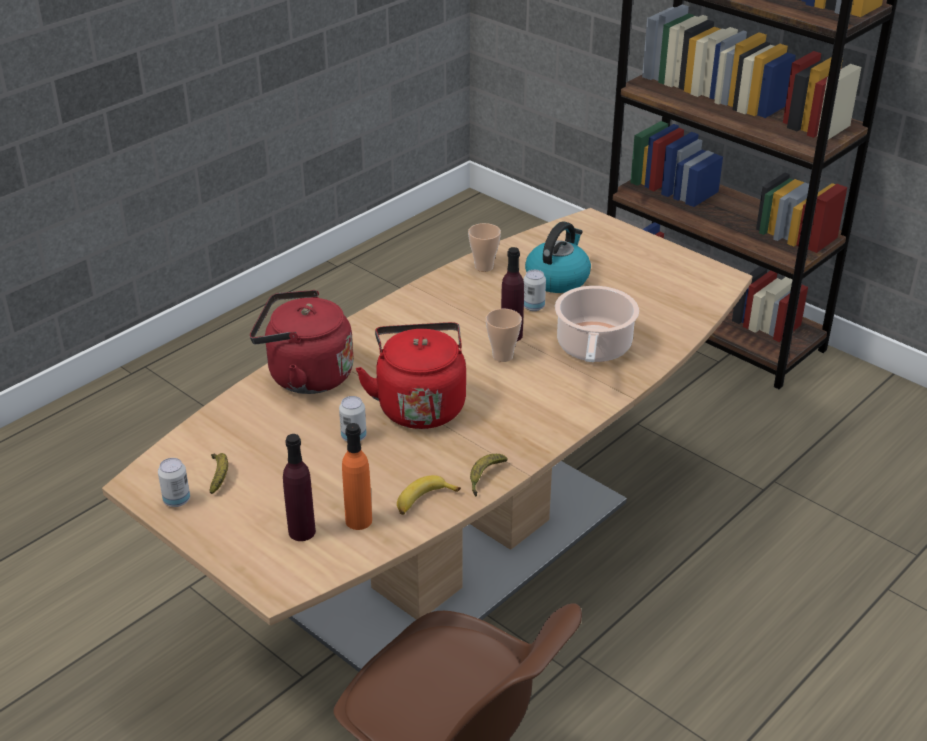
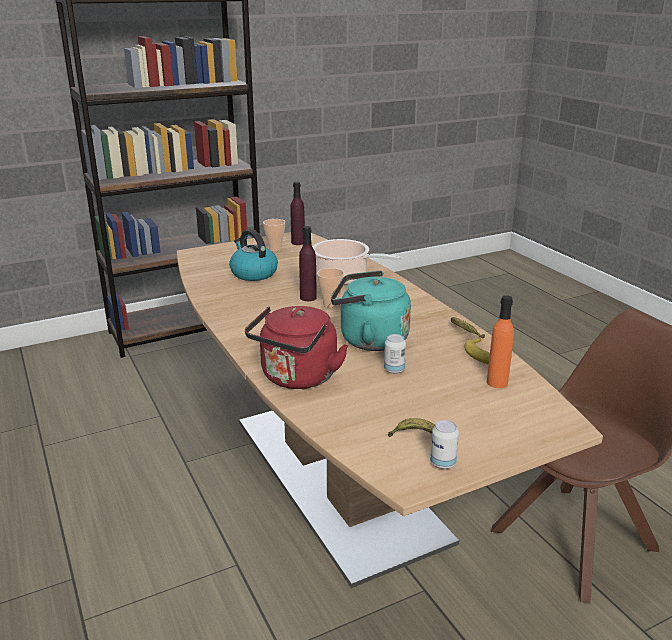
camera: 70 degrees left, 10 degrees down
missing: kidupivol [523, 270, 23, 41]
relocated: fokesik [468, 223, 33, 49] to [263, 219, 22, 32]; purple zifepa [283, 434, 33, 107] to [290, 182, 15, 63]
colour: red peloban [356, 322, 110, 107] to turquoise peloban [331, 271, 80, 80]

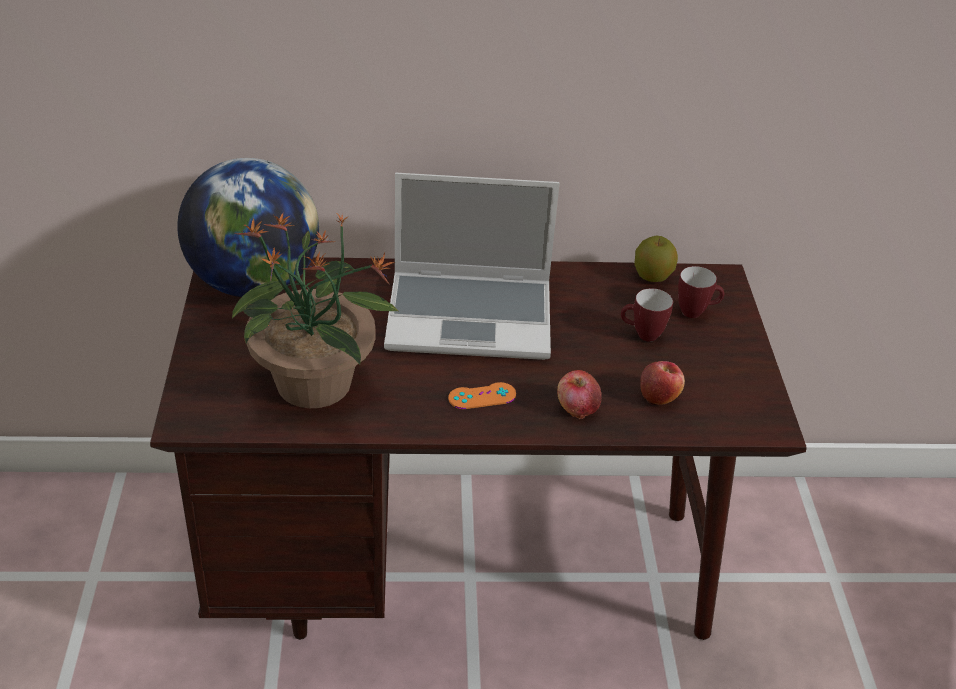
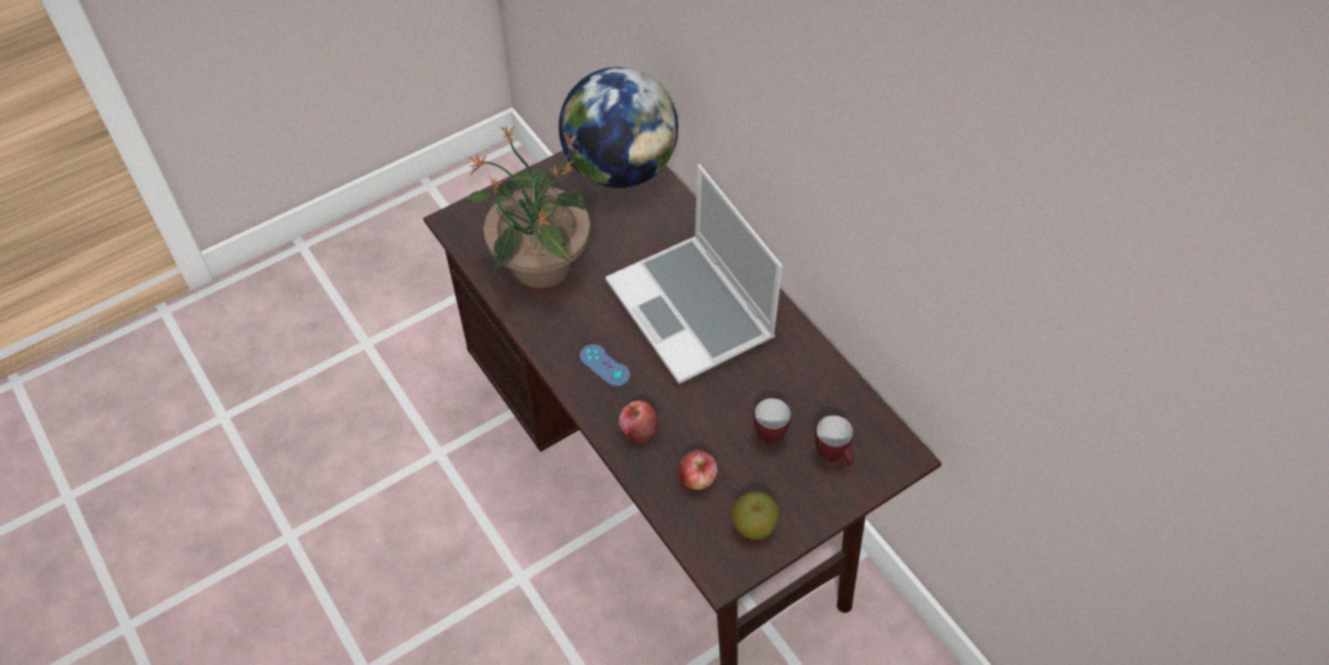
camera: 60 degrees right, 15 degrees up
relocated: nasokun [634, 235, 44, 47] to [732, 491, 47, 48]
colour: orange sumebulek [448, 382, 68, 27] to blue sumebulek [580, 344, 50, 42]

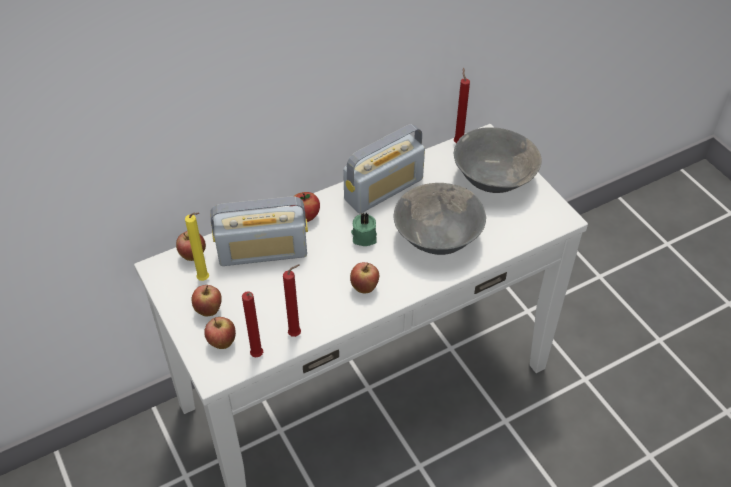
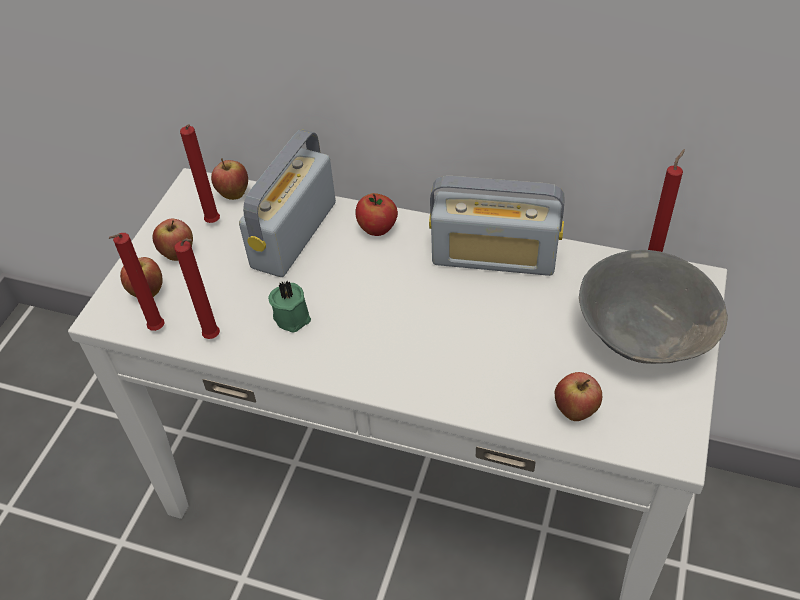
camera: 50 degrees right, 0 degrees up
missing: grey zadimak [394, 183, 92, 72]
relocated: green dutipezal [351, 213, 26, 33] to [268, 280, 43, 53]; nasokun [350, 262, 29, 31] to [554, 372, 48, 49]
colour: yellow dutipezal [185, 213, 24, 68] to red dutipezal [180, 124, 40, 99]
spun: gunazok [211, 197, 97, 69] = [239, 129, 97, 148] 75 degrees clockwise

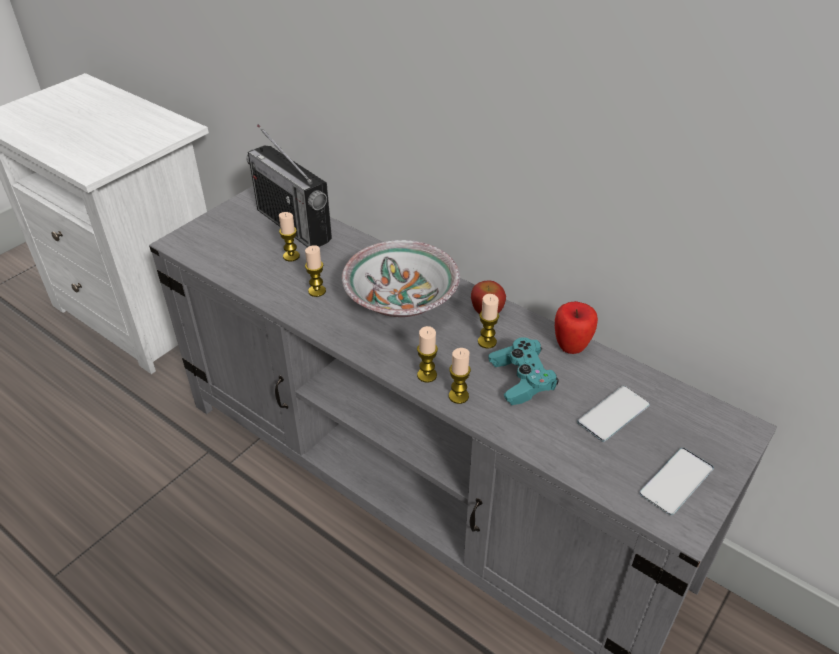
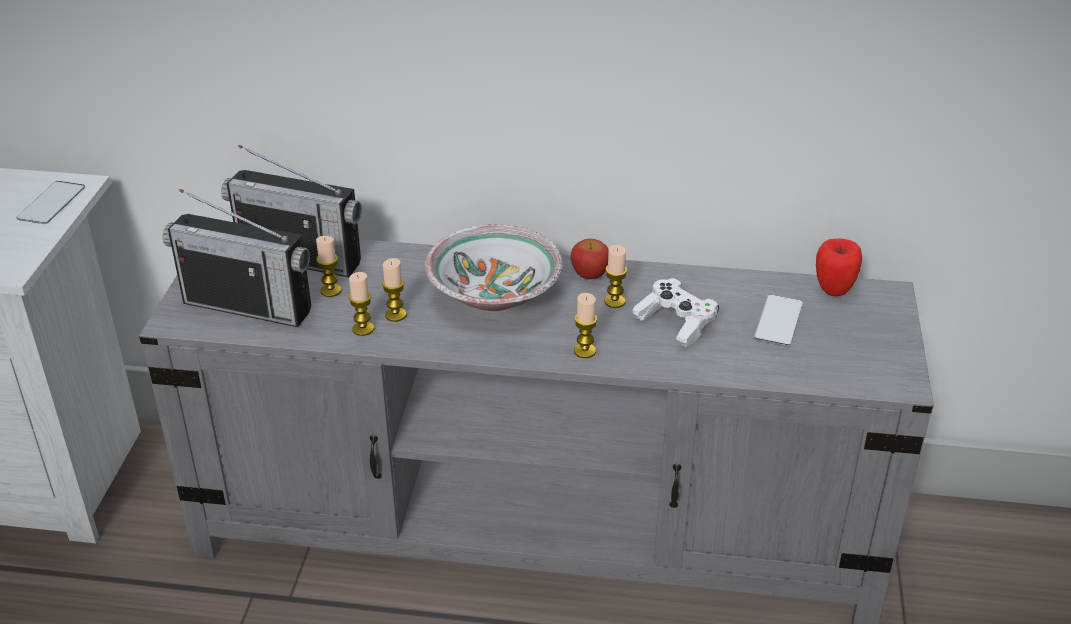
camera: 30 degrees left, 5 degrees down
appeared: gunazok [163, 189, 148, 138]
relocated: nasokun [555, 301, 43, 53] to [816, 238, 46, 58]; dutipezal [449, 348, 22, 56] to [349, 272, 25, 64]; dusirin [639, 448, 75, 68] to [16, 181, 69, 43]
colour: turquoise sumebulek [488, 337, 71, 68] to white sumebulek [632, 278, 87, 69]

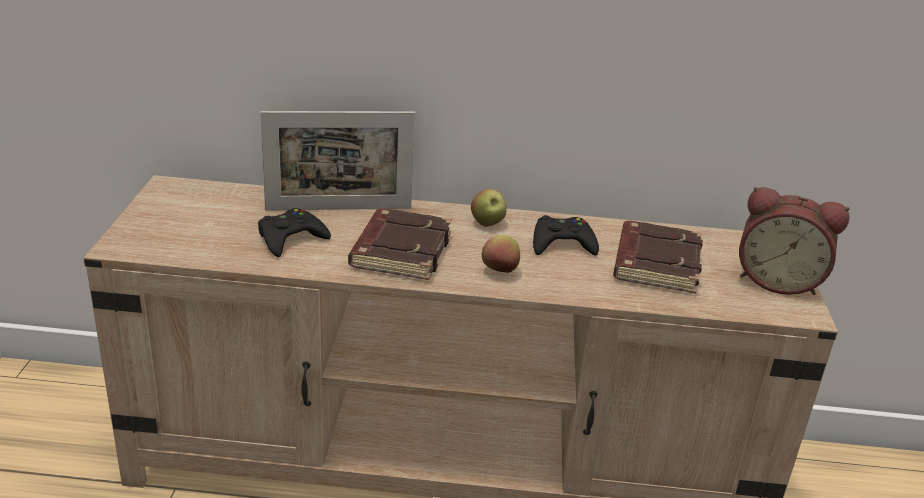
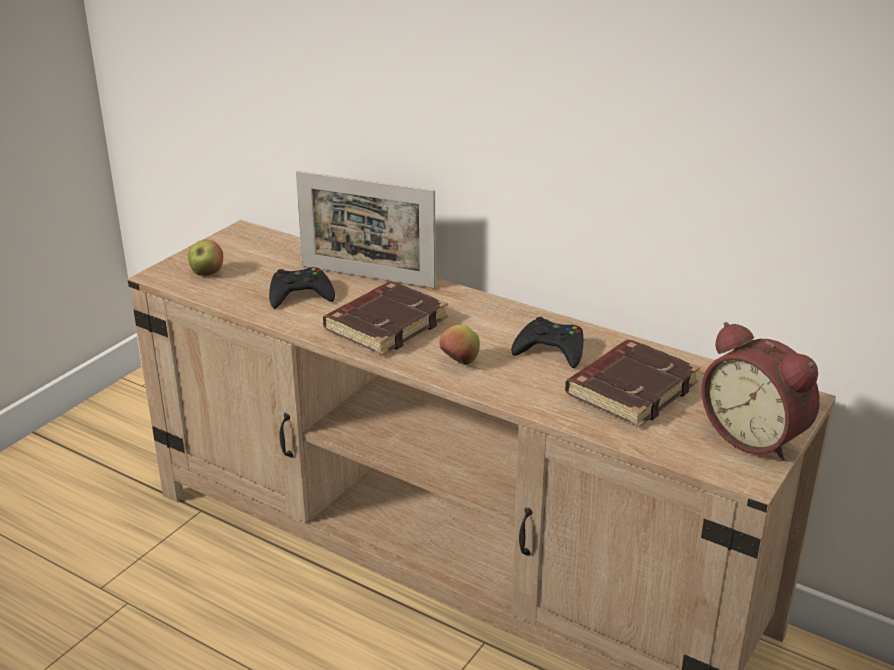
camera: 30 degrees right, 0 degrees up
relocated: nasokun [471, 189, 36, 38] to [188, 240, 35, 36]

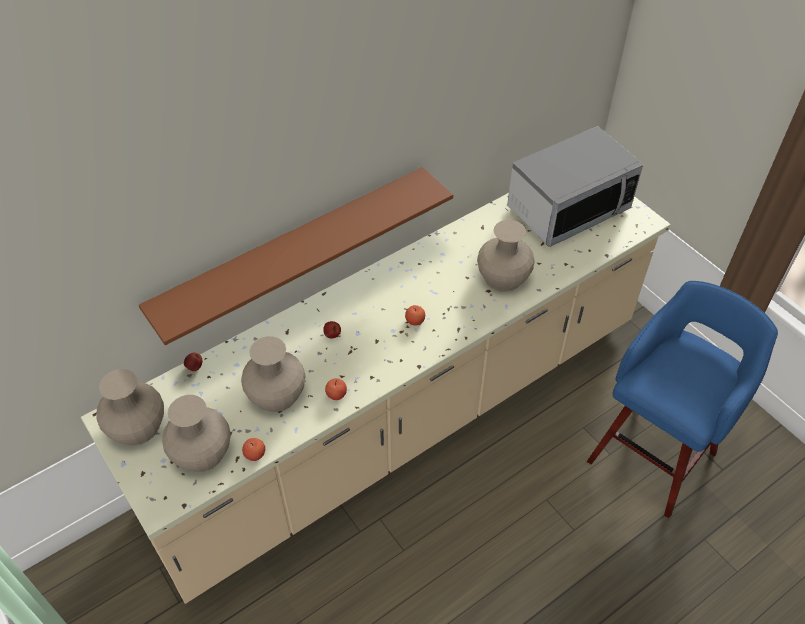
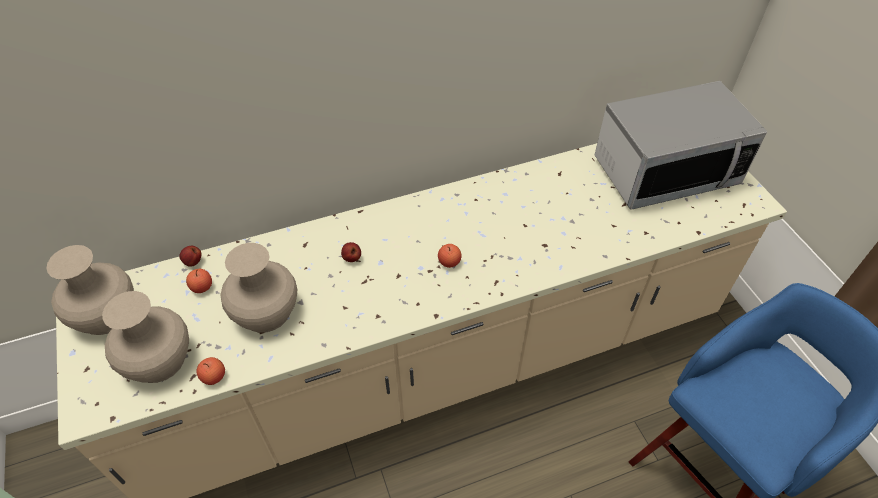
camera: 15 degrees right, 0 degrees up
missing: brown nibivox [139, 167, 314, 178]; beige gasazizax [477, 220, 57, 71]
relocated: nasokun [325, 378, 22, 22] to [186, 269, 26, 24]

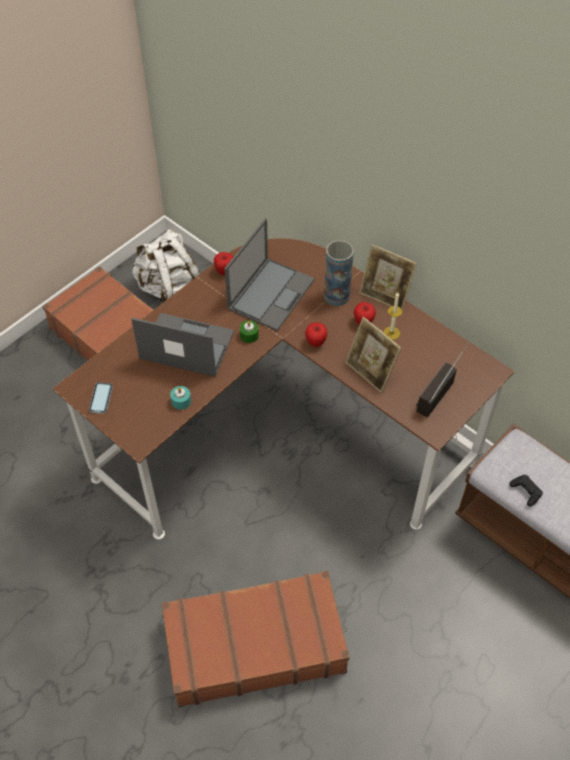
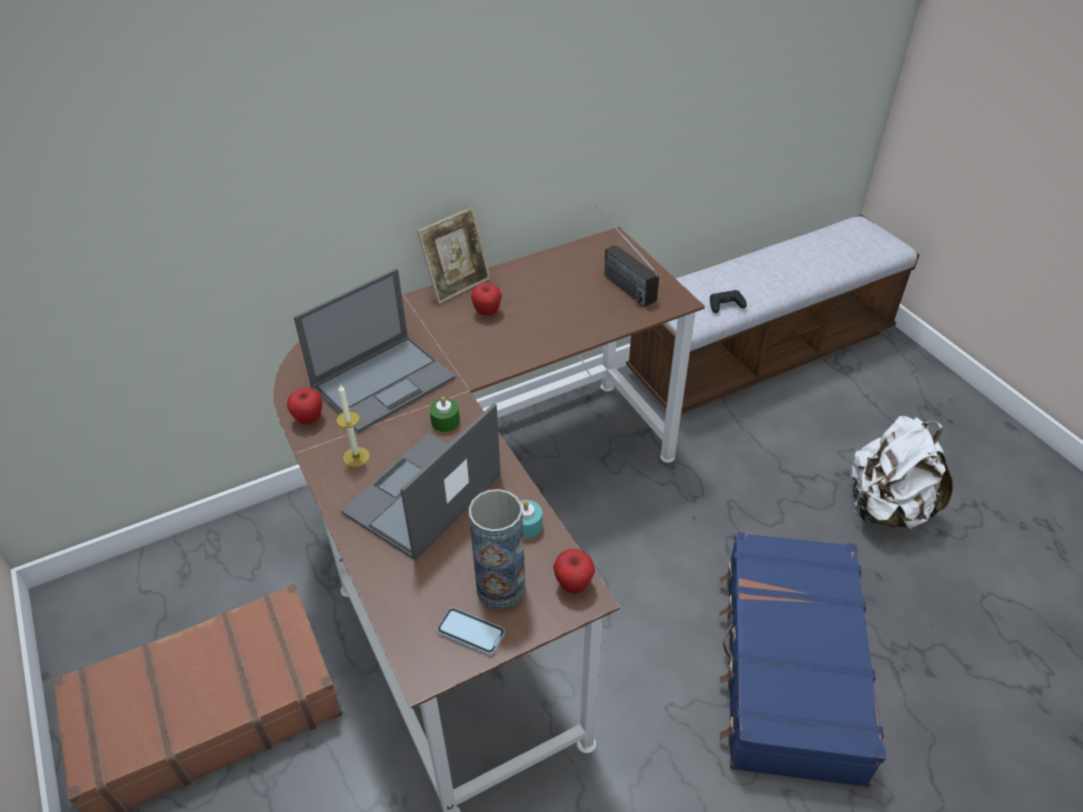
camera: 70 degrees left, 10 degrees down
missing: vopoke [345, 317, 57, 76]
relocated: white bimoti [131, 229, 70, 74] to [851, 416, 102, 113]; gasazizax [324, 240, 30, 66] to [469, 489, 56, 120]; dutipezal [384, 292, 18, 48] to [336, 384, 34, 83]; nasokun [305, 322, 22, 25] to [553, 549, 42, 45]
colour: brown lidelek [162, 571, 188, 136] to blue lidelek [719, 532, 167, 255]
spun: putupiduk [224, 218, 91, 113] = [294, 268, 161, 165] 90 degrees clockwise

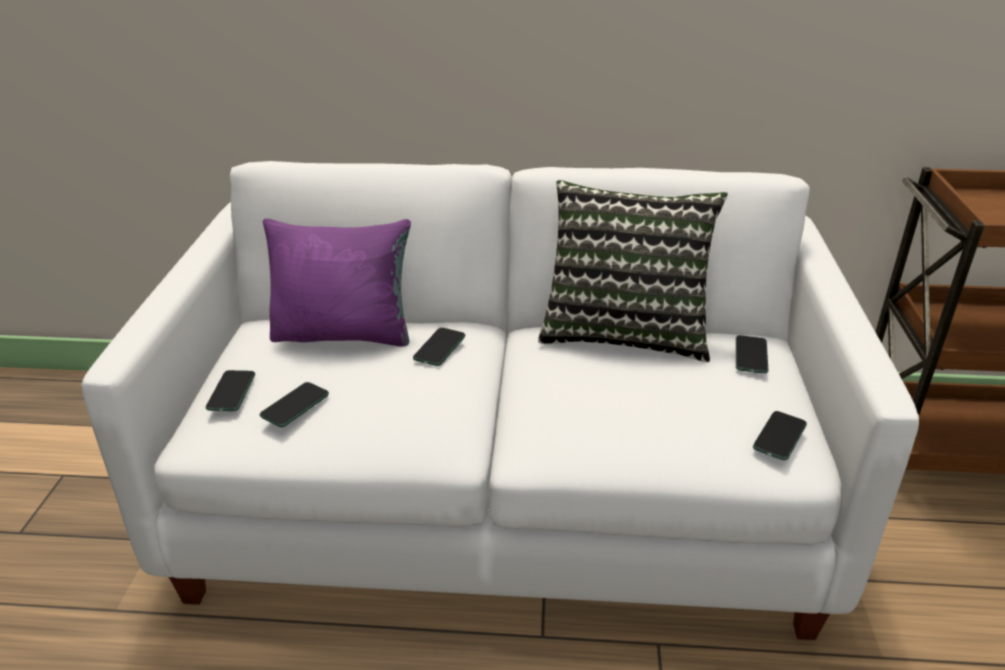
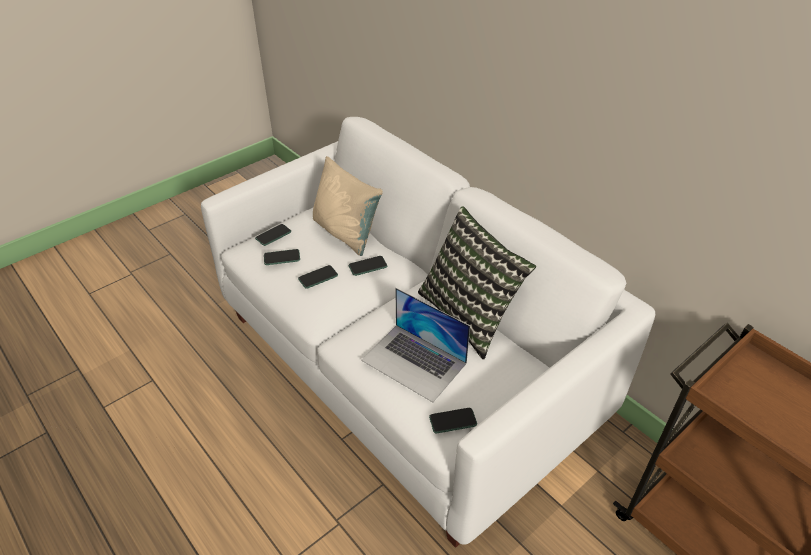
camera: 45 degrees right, 10 degrees up
appeared: putupiduk [361, 288, 109, 114]
relocated: dusirin [736, 335, 32, 39] to [298, 265, 40, 24]
colour: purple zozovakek [263, 218, 148, 129] to beige zozovakek [313, 156, 70, 100]

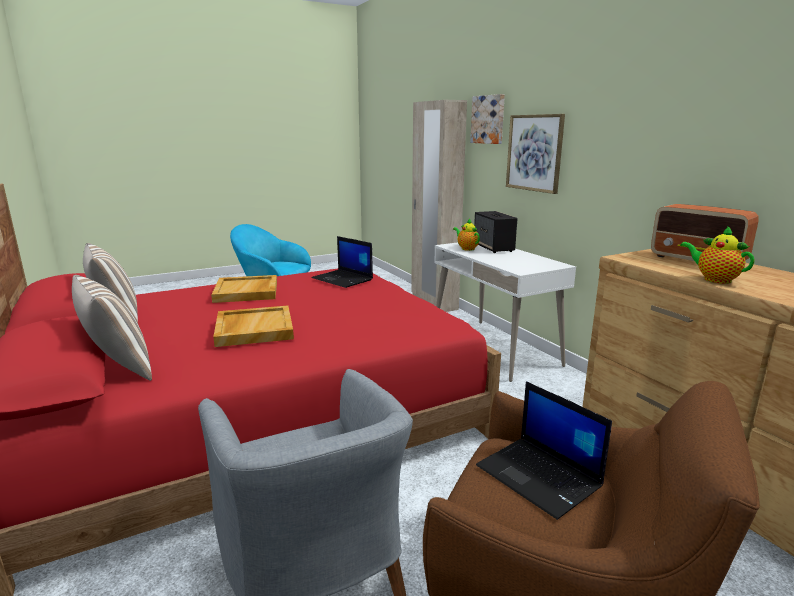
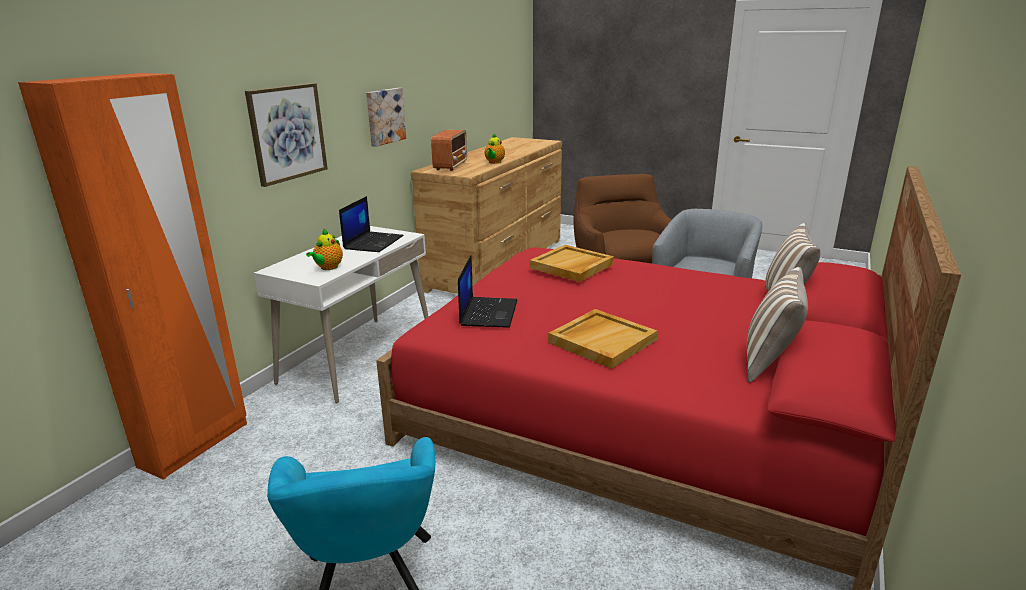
camera: 125 degrees left, 5 degrees up
missing: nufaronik [474, 211, 44, 42]
relocated: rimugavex [470, 94, 35, 50] to [366, 88, 40, 59]; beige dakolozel [213, 305, 81, 42] to [529, 245, 85, 37]; putupiduk [476, 381, 136, 139] to [339, 196, 65, 56]
colour: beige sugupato [411, 100, 56, 212] to orange sugupato [18, 73, 229, 407]

